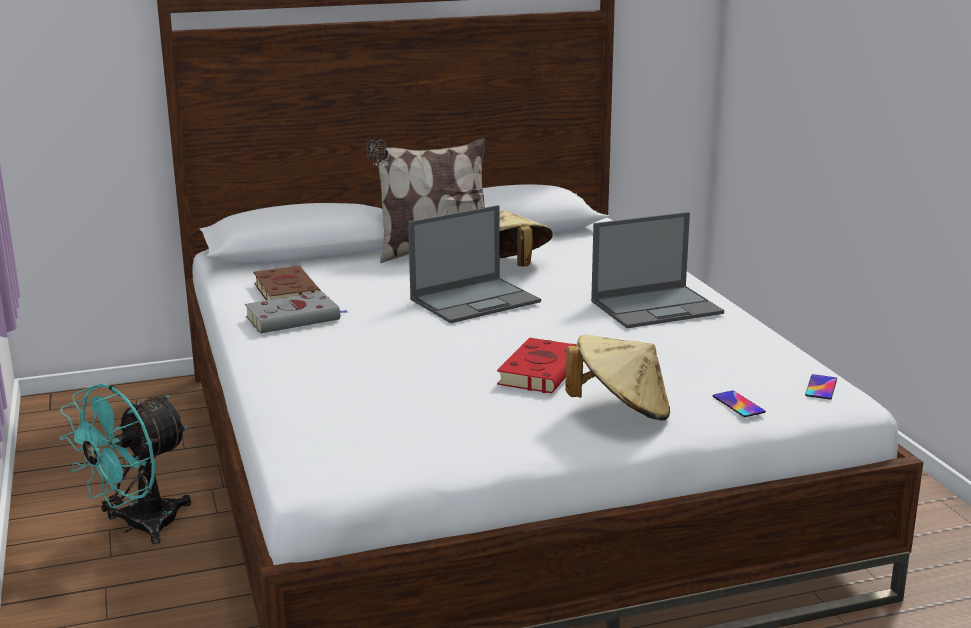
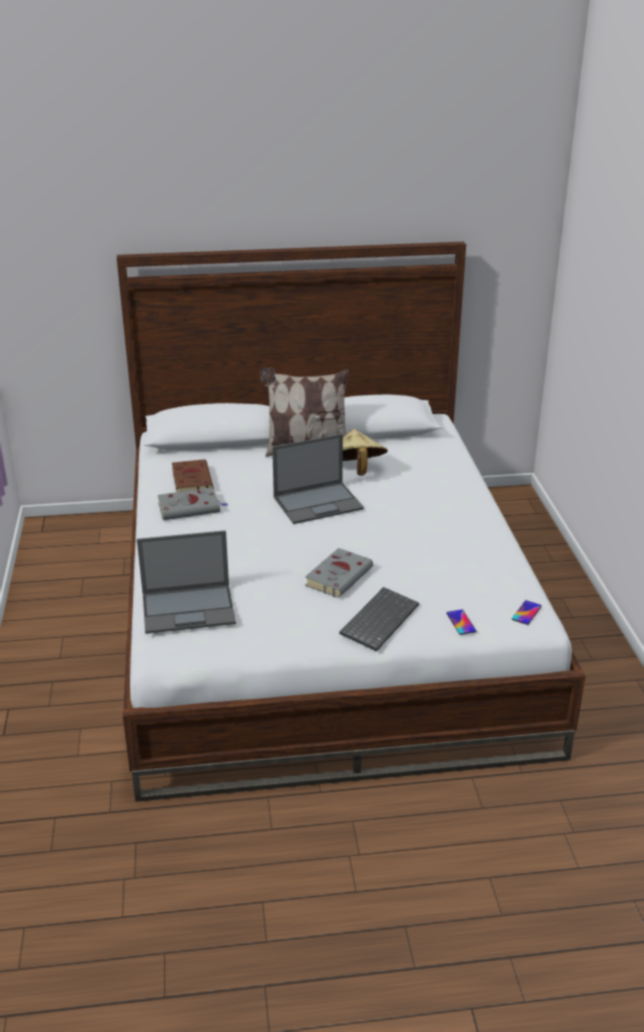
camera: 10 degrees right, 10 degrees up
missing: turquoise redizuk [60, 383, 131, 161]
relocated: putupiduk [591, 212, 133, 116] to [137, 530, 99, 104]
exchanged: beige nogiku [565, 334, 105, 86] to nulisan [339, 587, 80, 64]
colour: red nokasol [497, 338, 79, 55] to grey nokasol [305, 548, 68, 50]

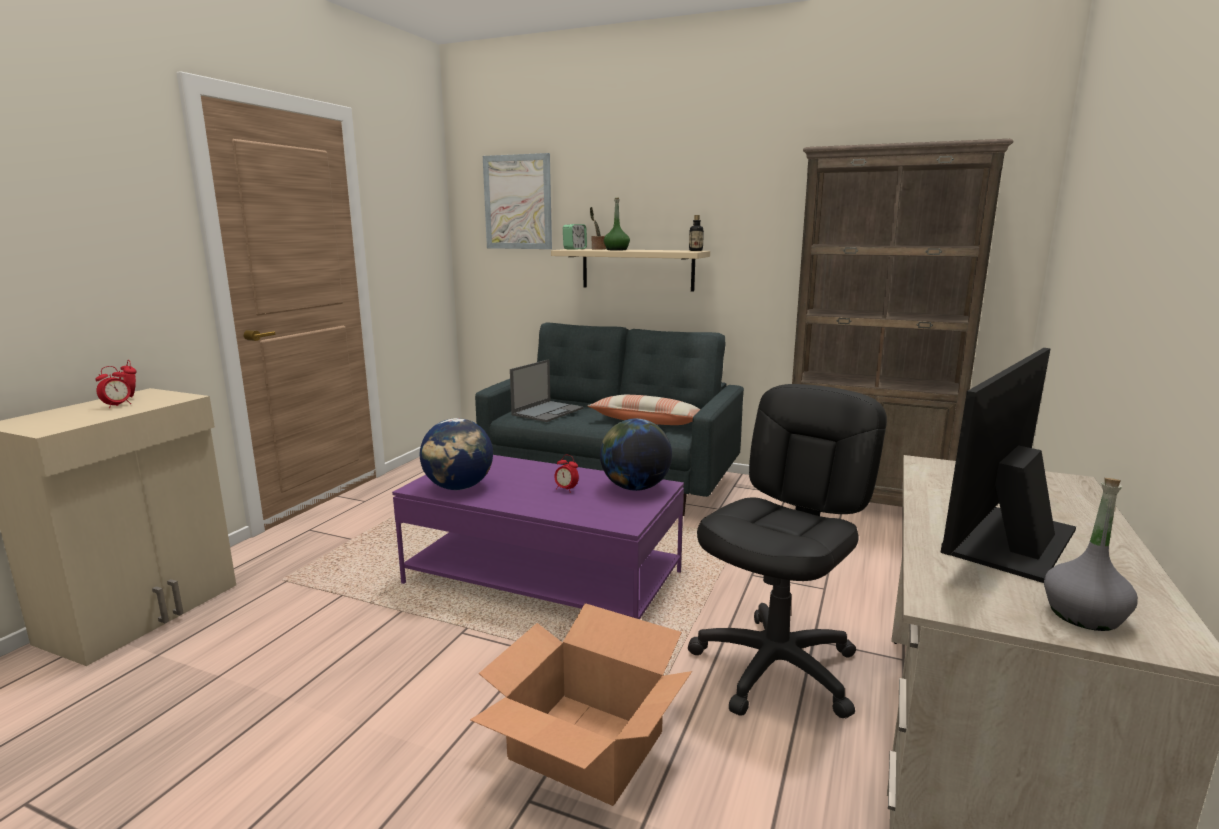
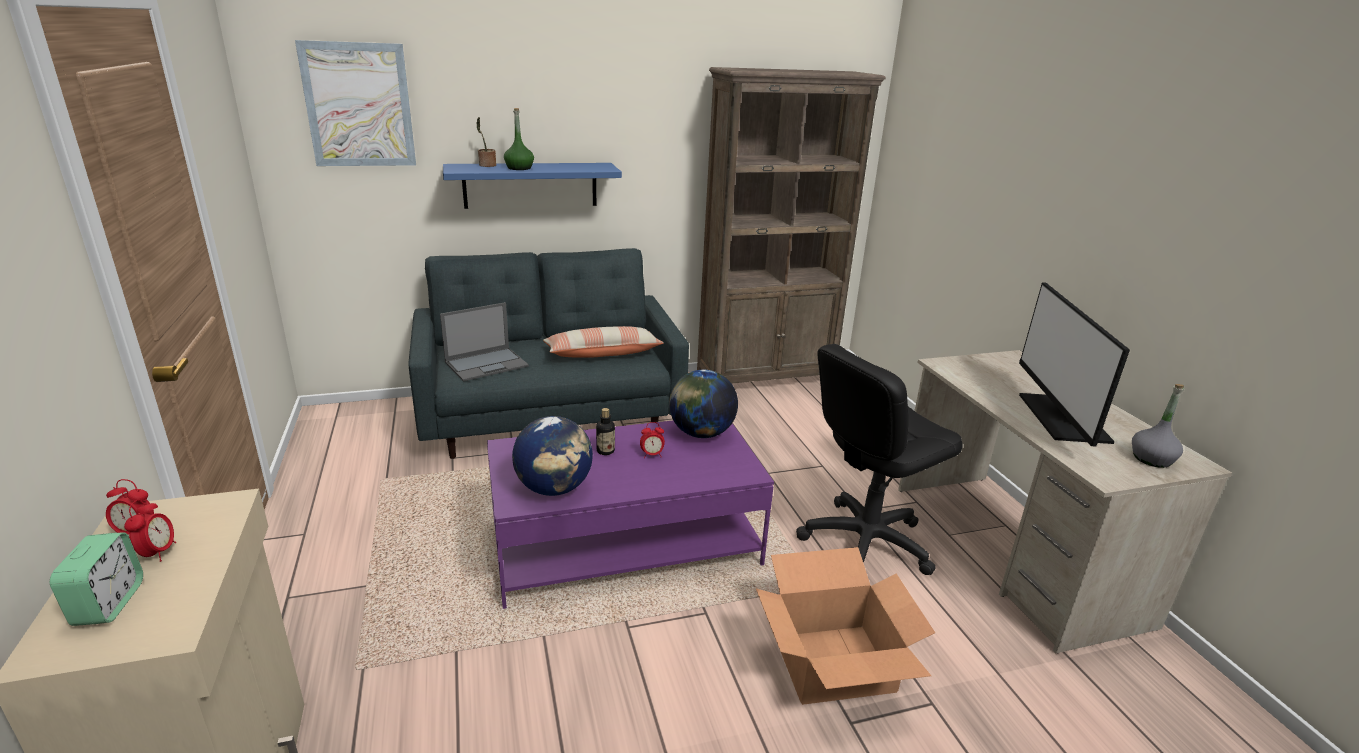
camera: 40 degrees left, 10 degrees up
relocated: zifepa [689, 215, 15, 36] to [596, 408, 19, 47]; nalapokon [563, 224, 24, 26] to [50, 532, 93, 94]
colour: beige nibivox [551, 249, 159, 42] to blue nibivox [443, 163, 179, 46]
spun: putupiduk [510, 359, 73, 63] = [440, 302, 89, 79] 60 degrees clockwise; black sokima [688, 384, 199, 335] = [796, 344, 166, 231] 120 degrees counterclockwise

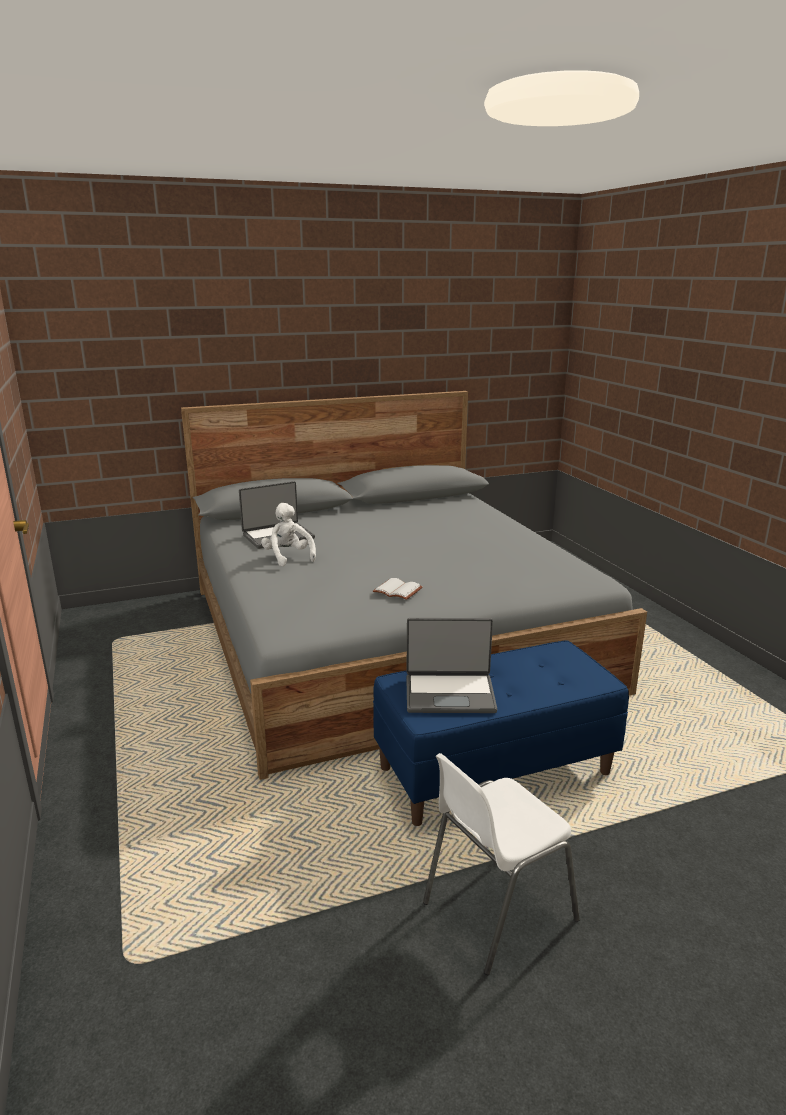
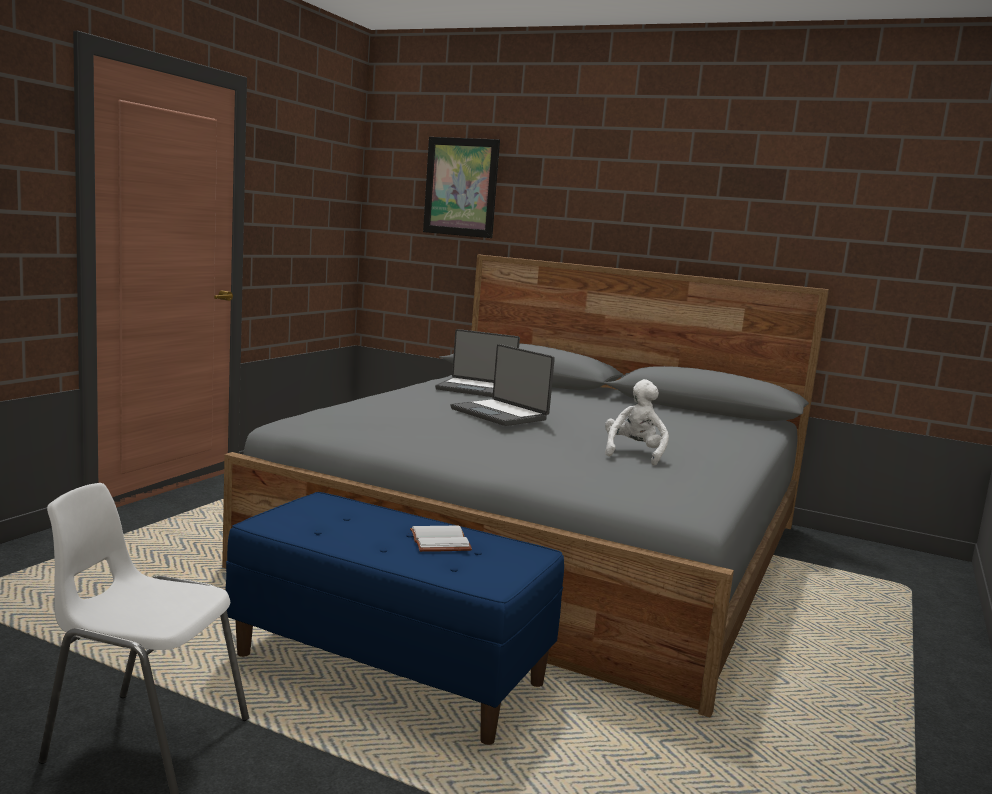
camera: 45 degrees right, 10 degrees down
appeared: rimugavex [423, 137, 77, 101]
relocated: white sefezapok [261, 503, 55, 63] to [605, 379, 64, 87]; white nokasol [373, 578, 49, 22] to [410, 525, 62, 27]; putupiduk [407, 618, 90, 95] to [451, 344, 104, 82]

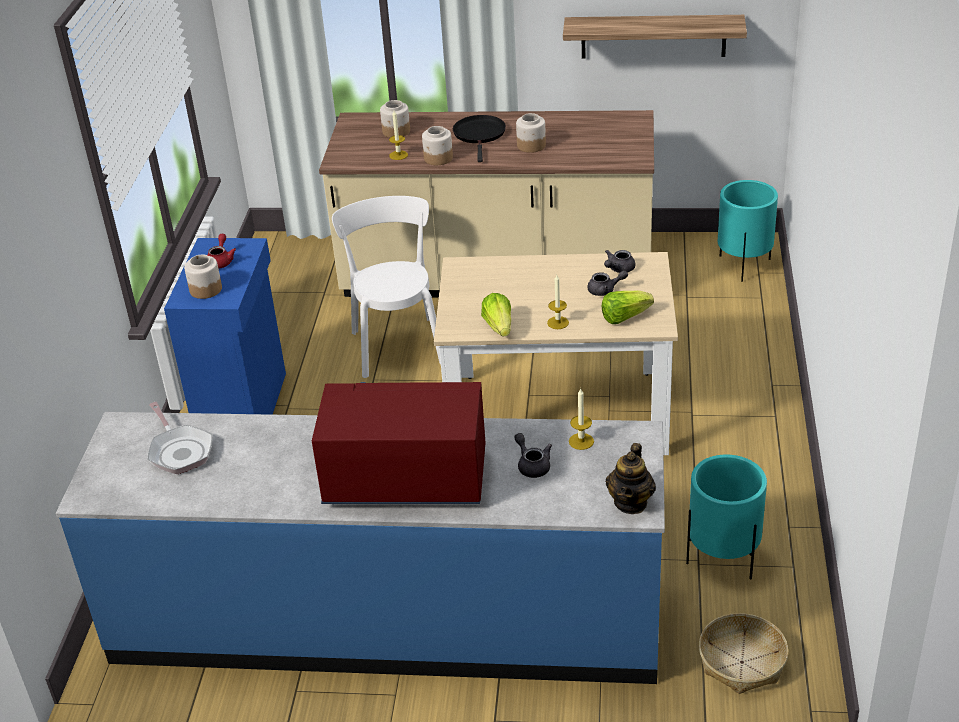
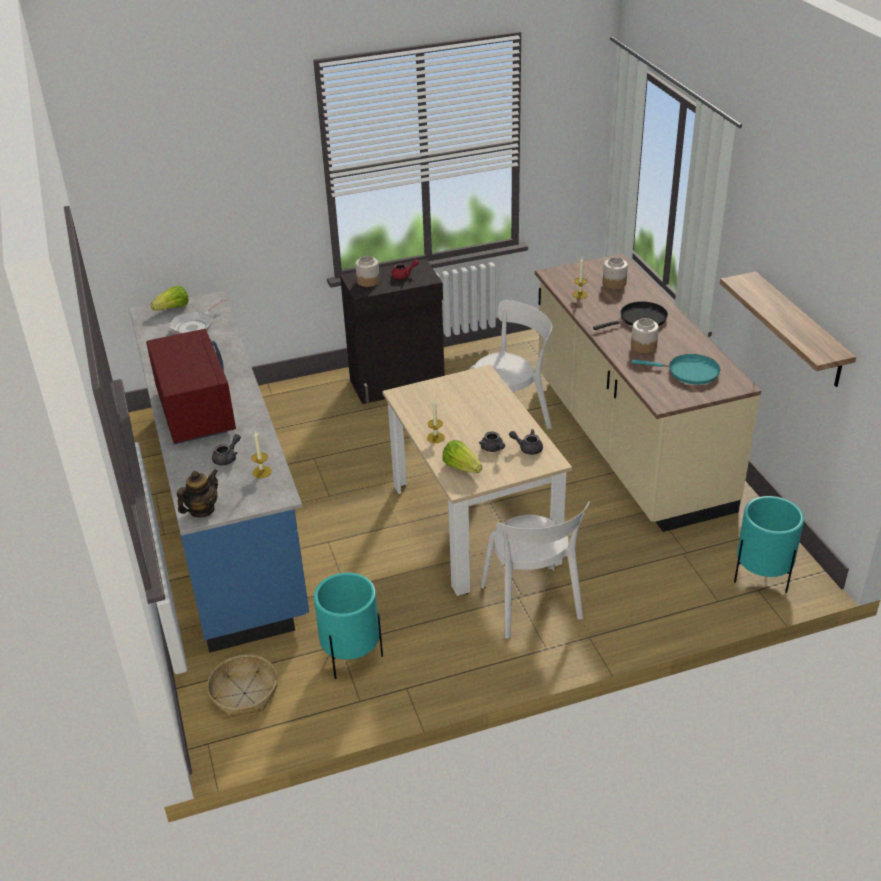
camera: 65 degrees right, 0 degrees up
missing: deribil [422, 126, 31, 39]
appeared: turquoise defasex [632, 354, 88, 30]; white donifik [480, 501, 110, 138]
relocated: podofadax [481, 293, 30, 44] to [151, 286, 38, 25]
colour: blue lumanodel [164, 238, 122, 177] to black lumanodel [340, 259, 105, 145]
spun: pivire [606, 443, 50, 71] = [177, 469, 41, 49] 135 degrees clockwise

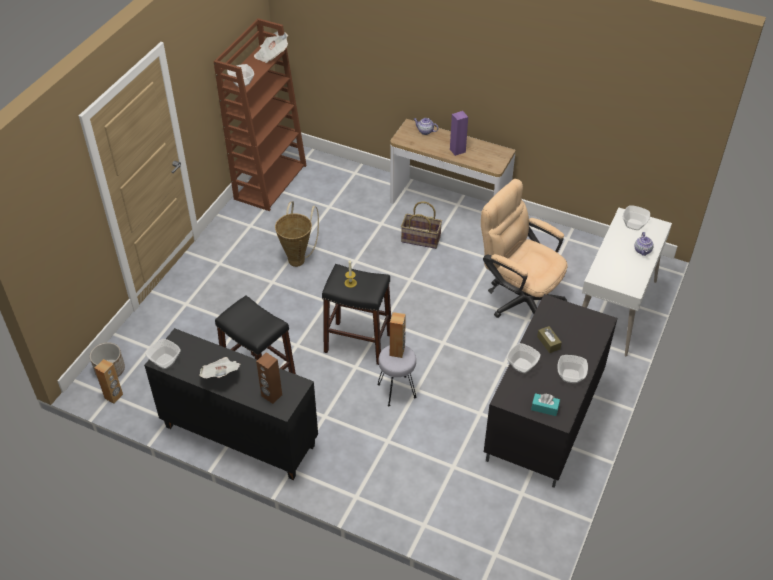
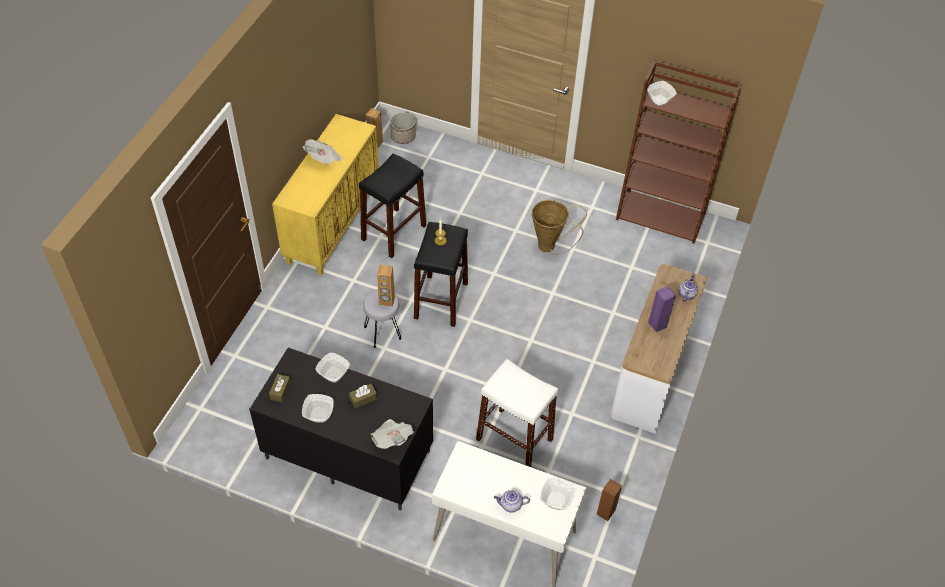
camera: 85 degrees right, 5 degrees up
missing: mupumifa [401, 201, 41, 48]; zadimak [145, 339, 36, 30]
relocated: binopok [254, 31, 34, 32] to [371, 419, 42, 30]; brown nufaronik [256, 352, 26, 52] to [597, 479, 25, 42]
exchanged: beige sokima [481, 179, 87, 139] to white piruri [476, 359, 82, 108]
colour: black lumanodel [144, 328, 174, 152] to yellow lumanodel [272, 114, 107, 162]; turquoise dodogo [531, 393, 29, 23] to brown dodogo [269, 374, 22, 28]

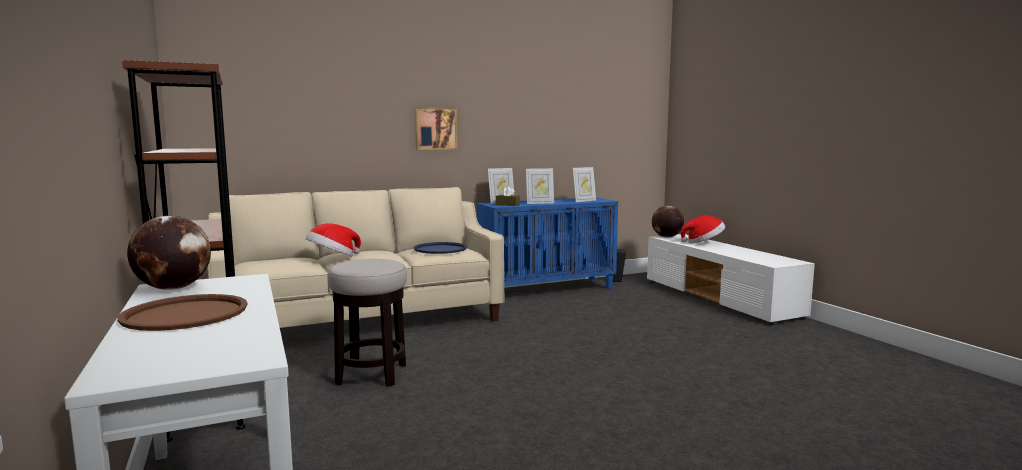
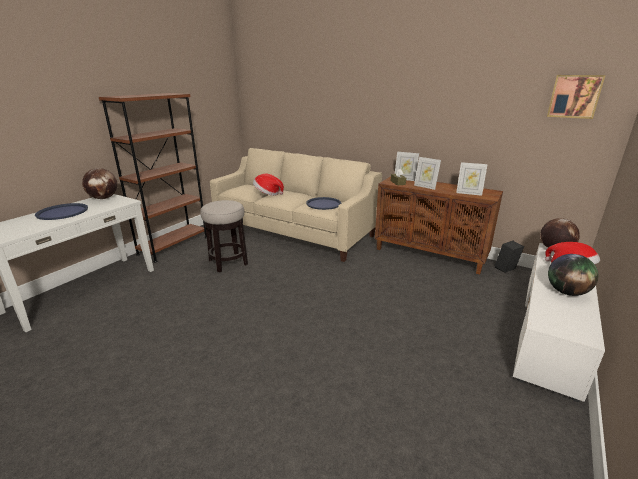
camera: 55 degrees right, 15 degrees up
appeared: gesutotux [548, 254, 51, 42]
relocated: rimugavex [415, 107, 42, 43] to [547, 75, 58, 44]
colour: blue lumanodel [477, 198, 141, 91] to brown lumanodel [375, 176, 128, 99]; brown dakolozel [117, 294, 130, 37] to blue dakolozel [35, 203, 53, 17]

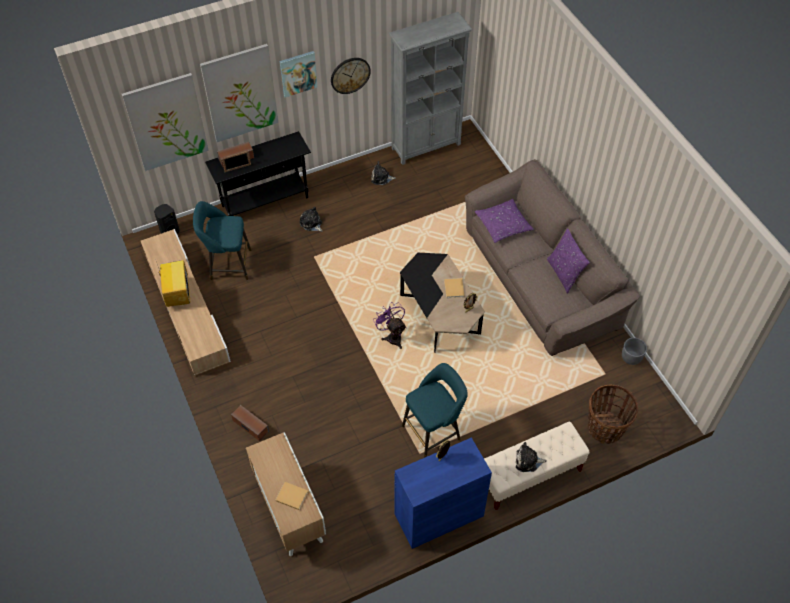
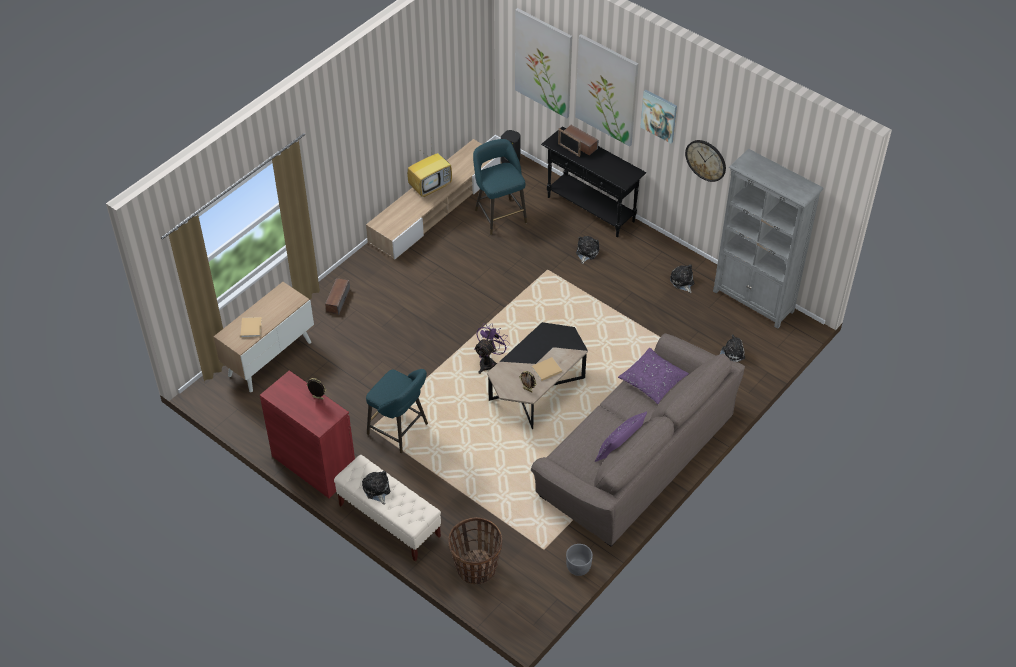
camera: 65 degrees right, 5 degrees down
appeared: sefezapok [719, 335, 26, 27]
colour: blue lumanodel [395, 437, 97, 112] to red lumanodel [260, 370, 95, 128]

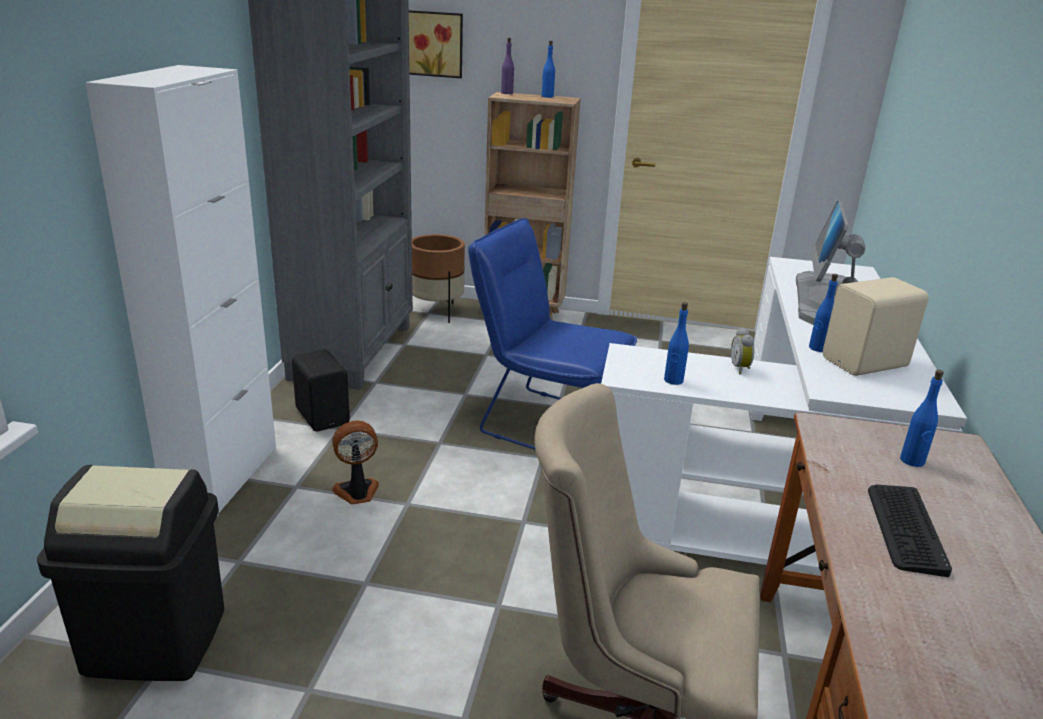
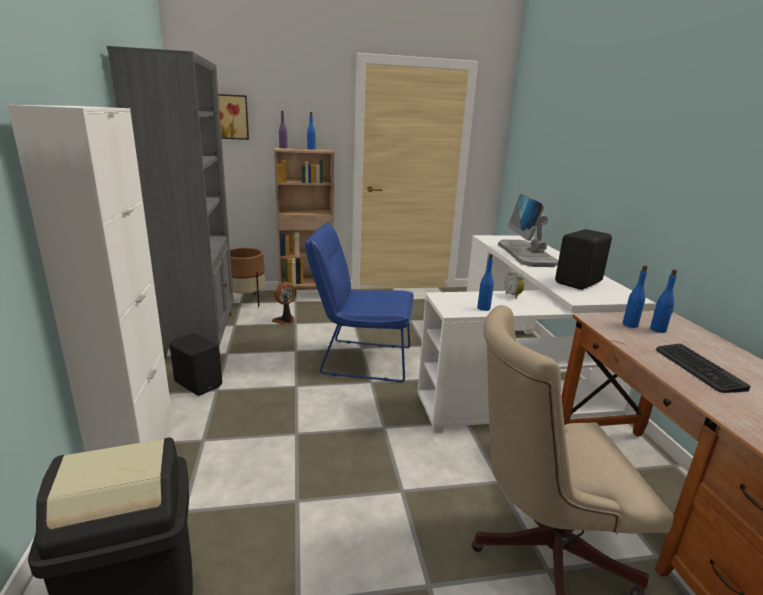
camera: 20 degrees left, 5 degrees down
relocated: blue zifepa [809, 274, 29, 78] to [623, 265, 25, 63]; redizuk [332, 421, 47, 84] to [272, 282, 24, 43]
colour: beige nufaronik [823, 277, 106, 99] to black nufaronik [555, 229, 57, 61]

